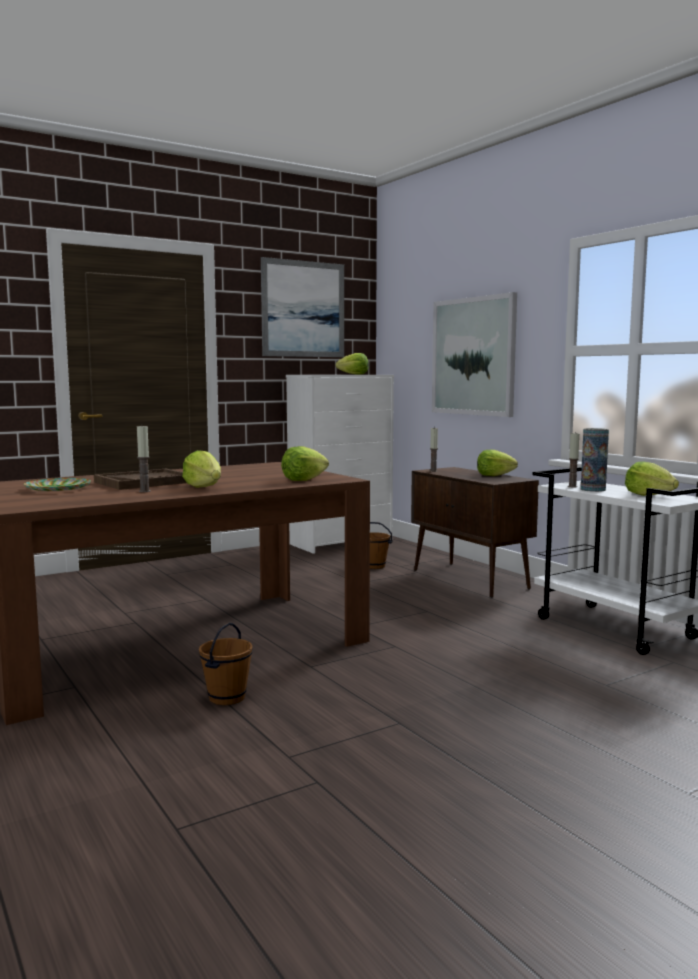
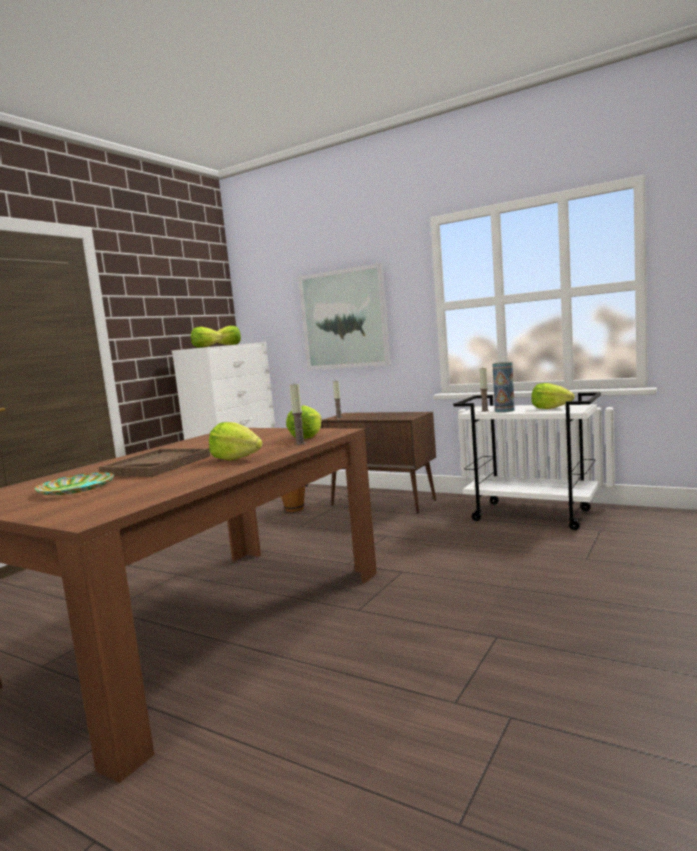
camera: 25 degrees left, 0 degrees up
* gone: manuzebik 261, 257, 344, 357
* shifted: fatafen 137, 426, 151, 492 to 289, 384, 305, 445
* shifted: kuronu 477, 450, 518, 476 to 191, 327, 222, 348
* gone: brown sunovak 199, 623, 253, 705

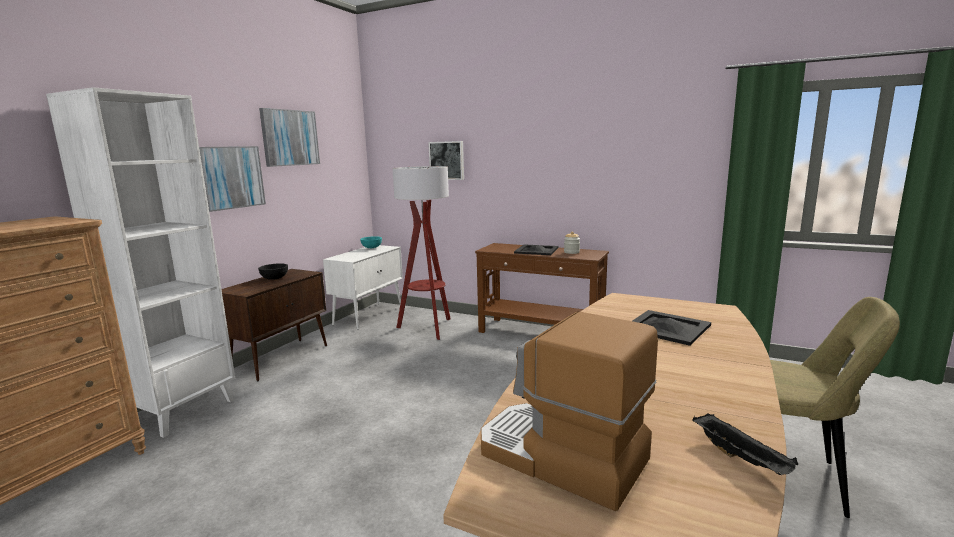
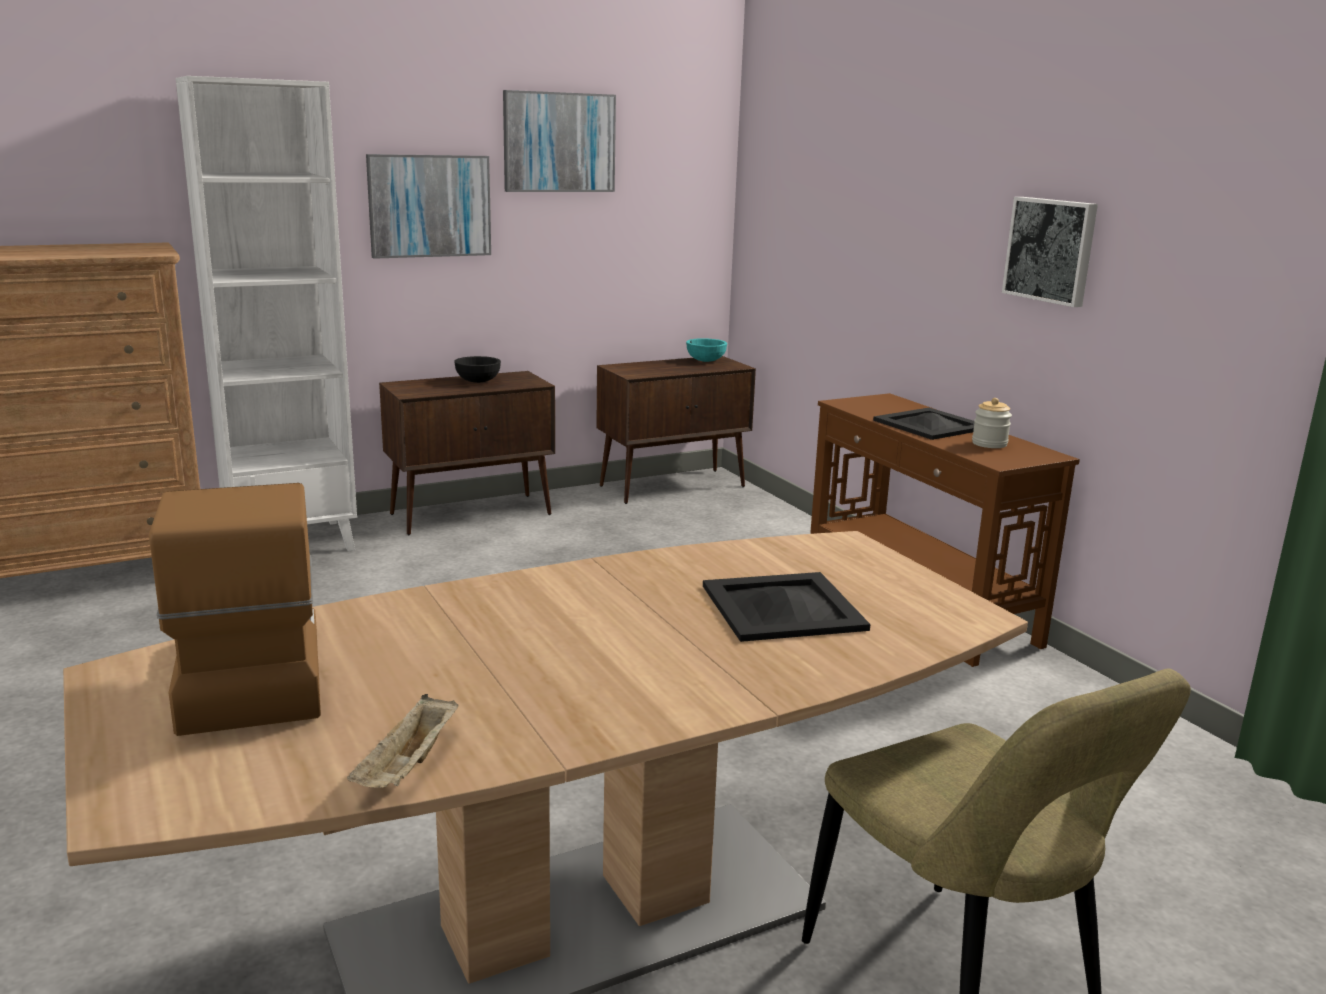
camera: 35 degrees right, 5 degrees up
* shifted: manuzebik 428, 141, 464, 180 to 1002, 197, 1098, 307
* gone: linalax 392, 166, 451, 340
* repainted: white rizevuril 323, 245, 403, 330 to brown rizevuril 596, 356, 756, 504
* repainted: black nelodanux 692, 413, 798, 475 to beige nelodanux 347, 694, 458, 788

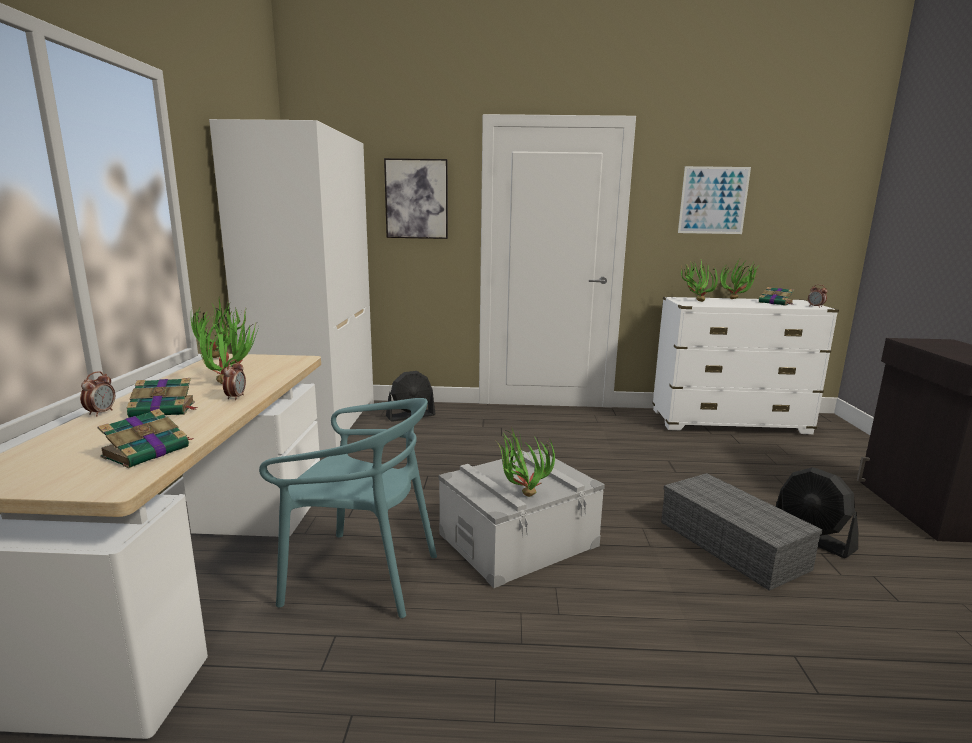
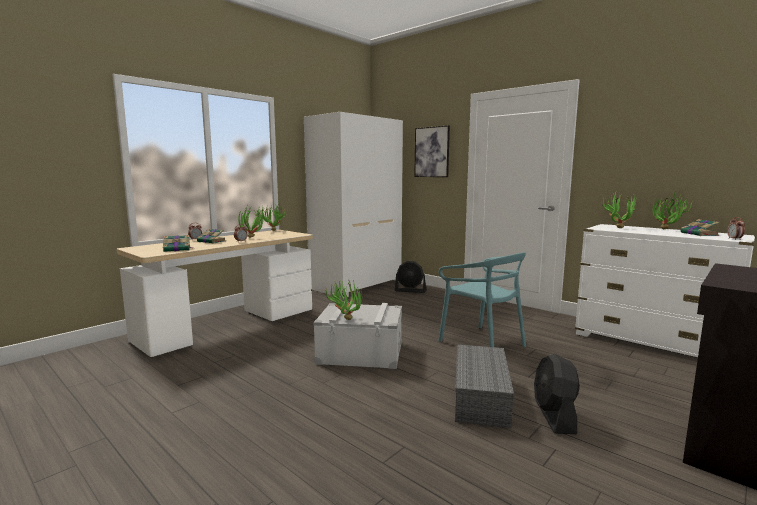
camera: 40 degrees right, 5 degrees down
* gone: manuzebik 678, 166, 751, 234
* shifted: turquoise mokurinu 259, 398, 437, 618 to 438, 252, 526, 347

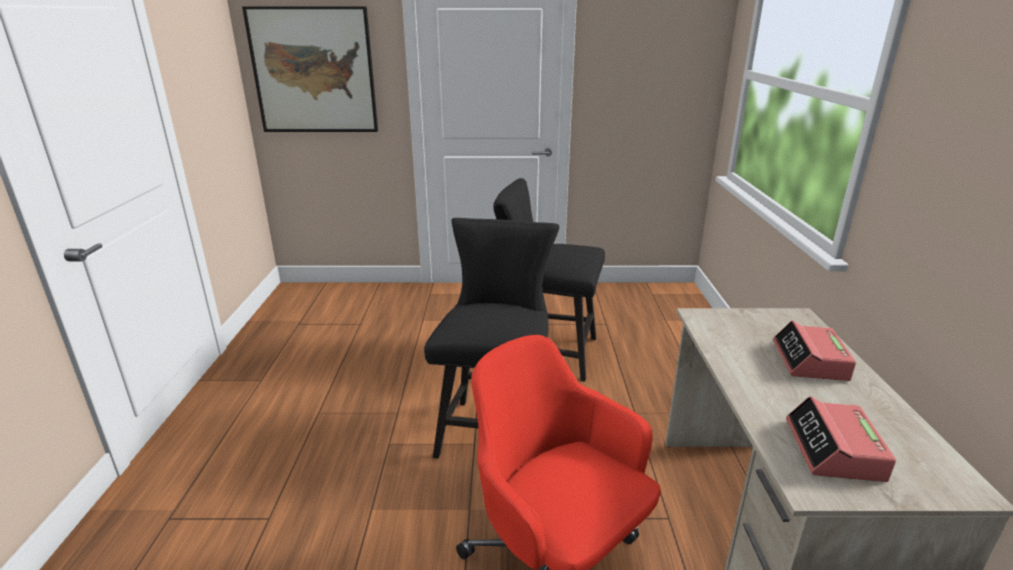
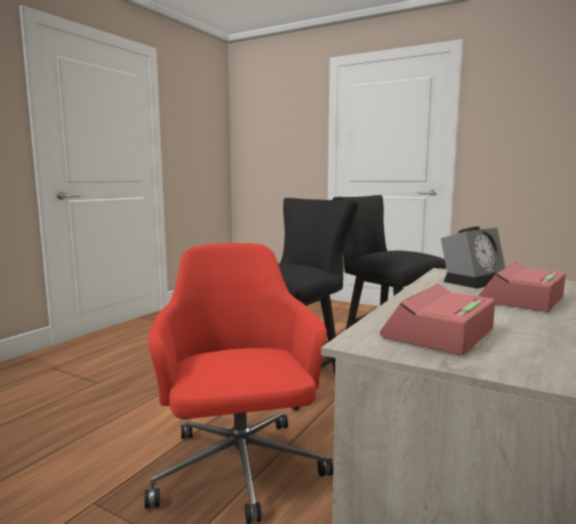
camera: 30 degrees right, 15 degrees down
* gone: manuzebik 242, 6, 378, 132
* new: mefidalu 441, 226, 505, 289

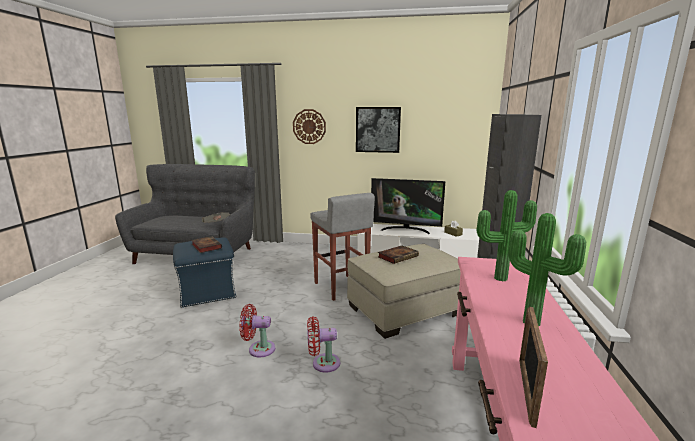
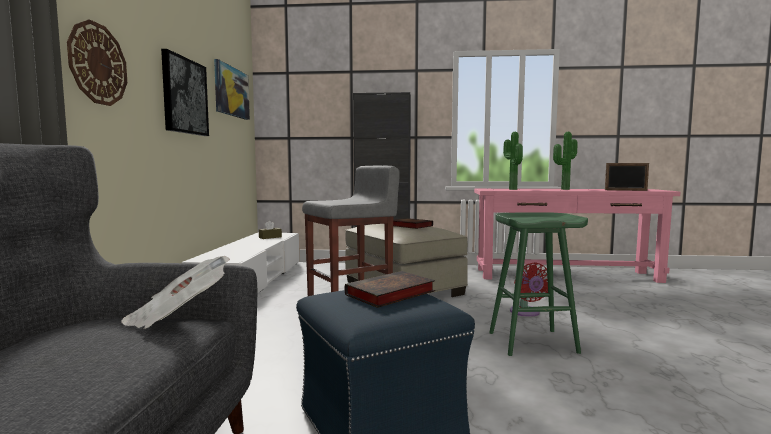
camera: 95 degrees left, 10 degrees down
* gone: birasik 371, 178, 445, 234
* swapped: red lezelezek 239, 304, 276, 358 to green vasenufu 489, 212, 588, 356
* new: manuzebik 214, 59, 250, 120

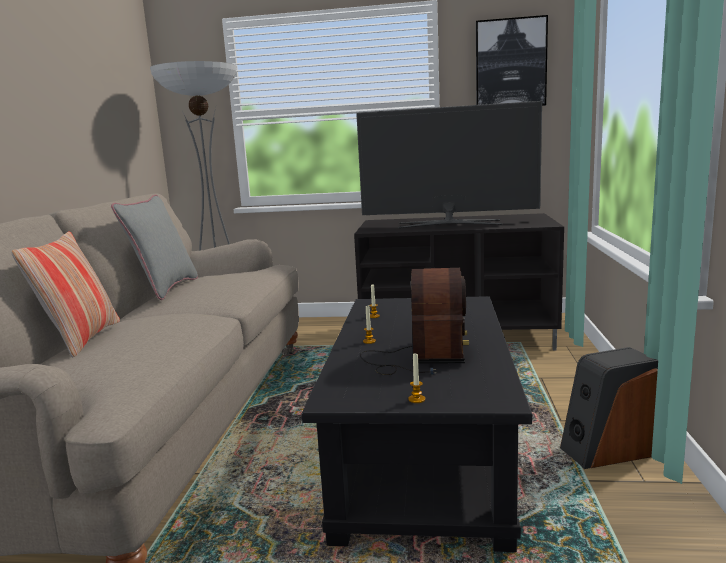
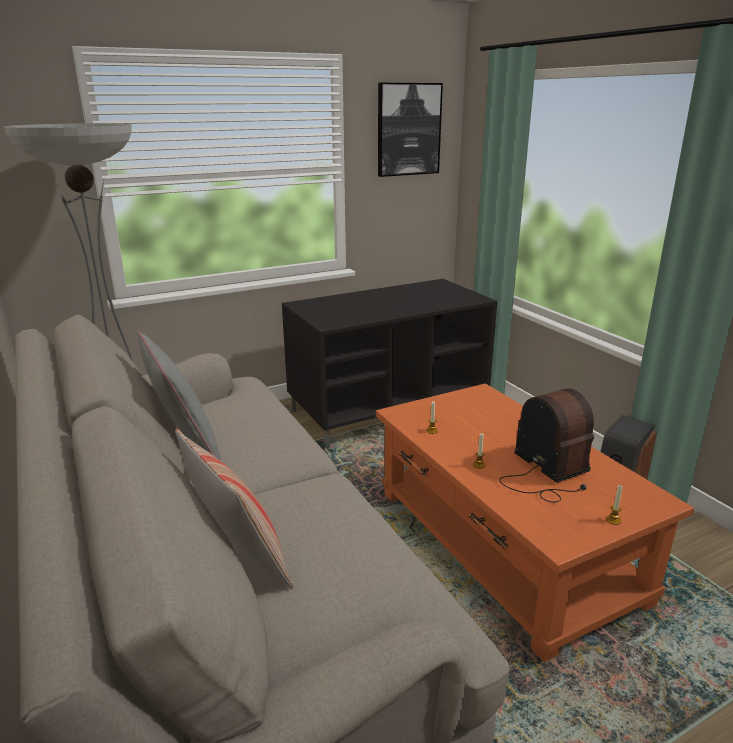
camera: 35 degrees left, 10 degrees up
* gone: birasik 356, 101, 542, 228
* repainted: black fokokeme 302, 296, 532, 552 to orange fokokeme 376, 384, 694, 662

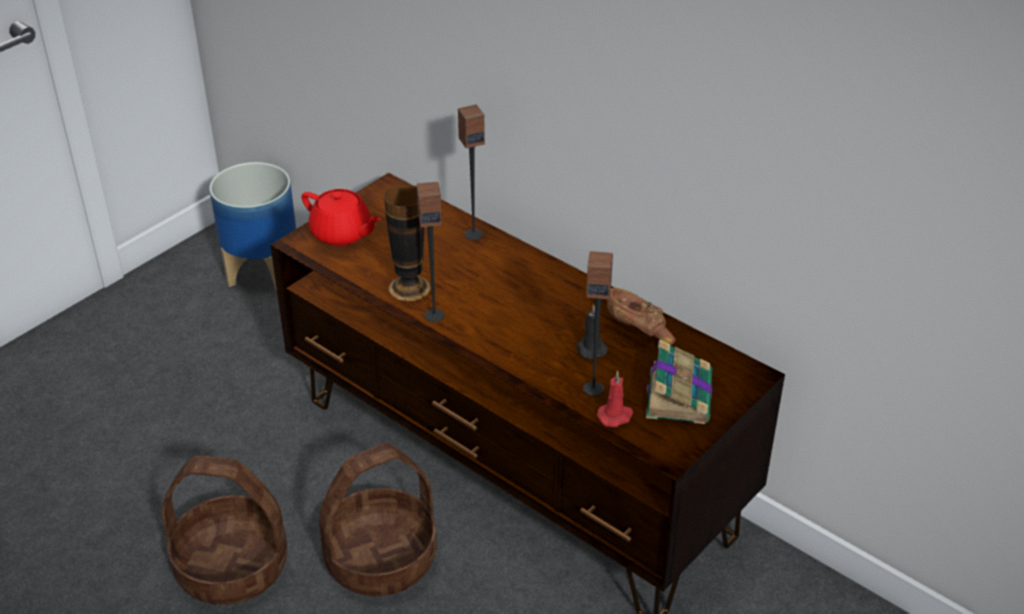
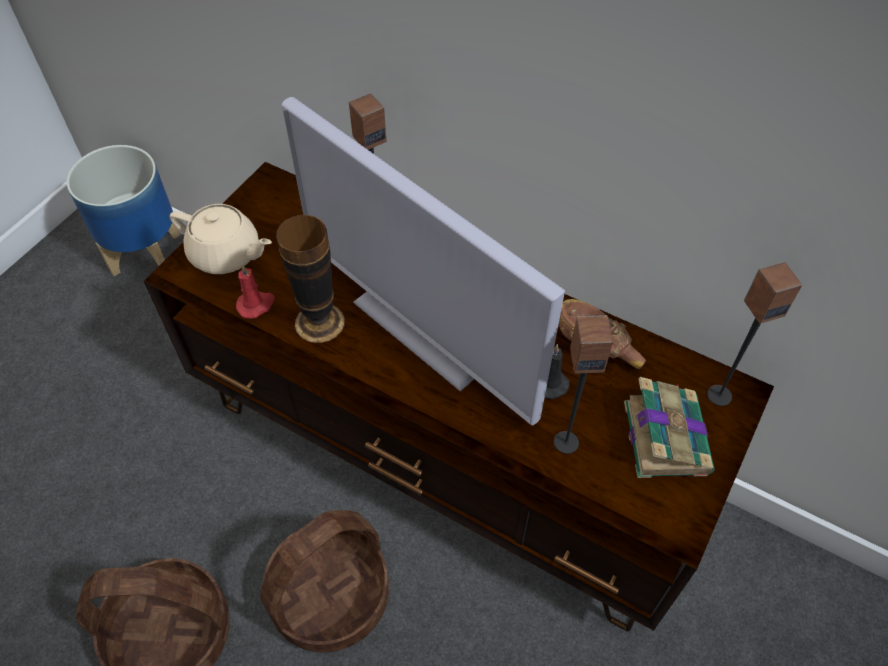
camera: 10 degrees left, 15 degrees up
* shifted: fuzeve 416, 182, 444, 322 to 707, 262, 802, 406
* repainted: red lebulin 302, 189, 381, 246 to beige lebulin 170, 204, 272, 274
* shifted: red fatafen 597, 371, 633, 427 to 236, 264, 275, 319
* new: birasik 282, 97, 565, 425

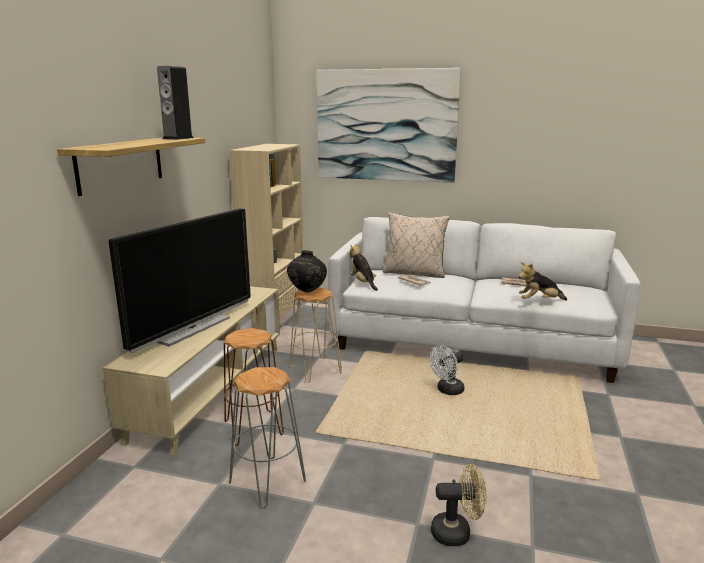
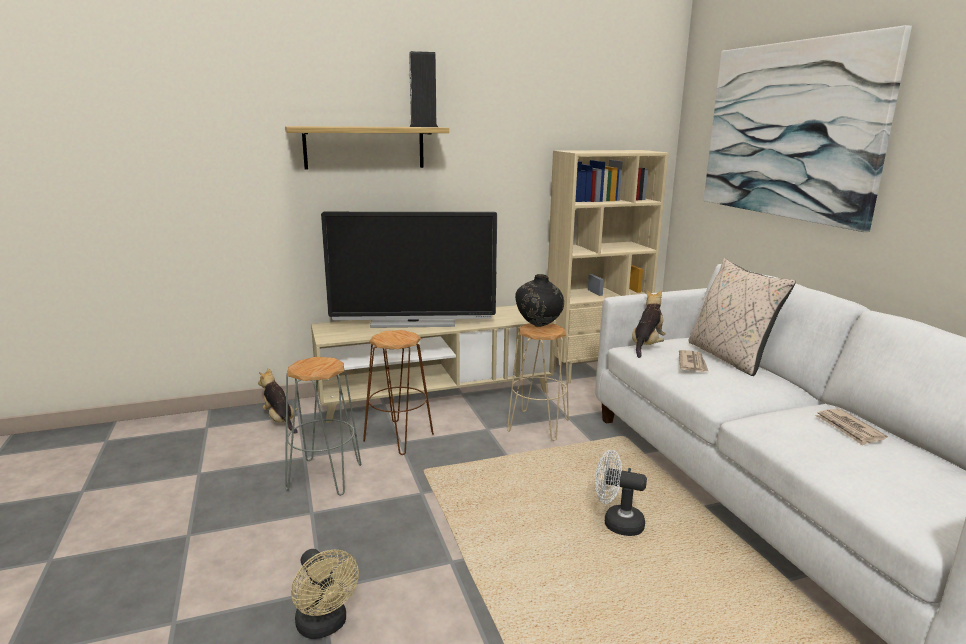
camera: 55 degrees right, 0 degrees up
* shifted: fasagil 518, 262, 567, 300 to 258, 368, 298, 434

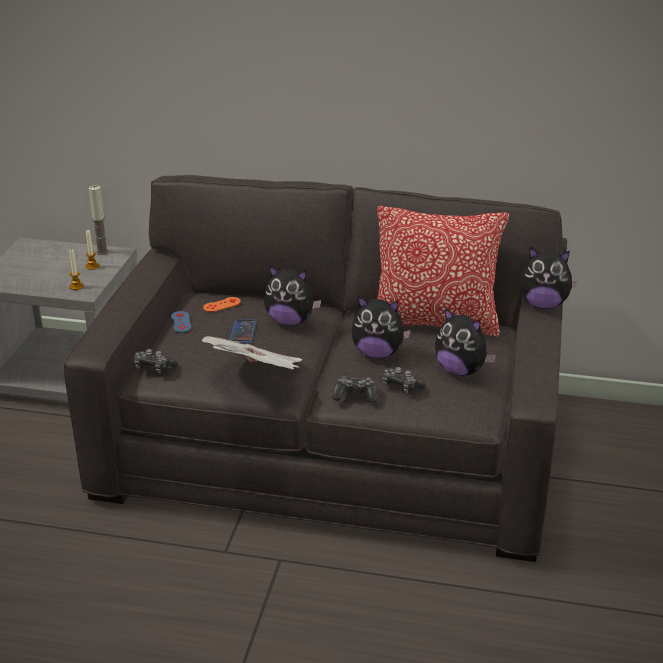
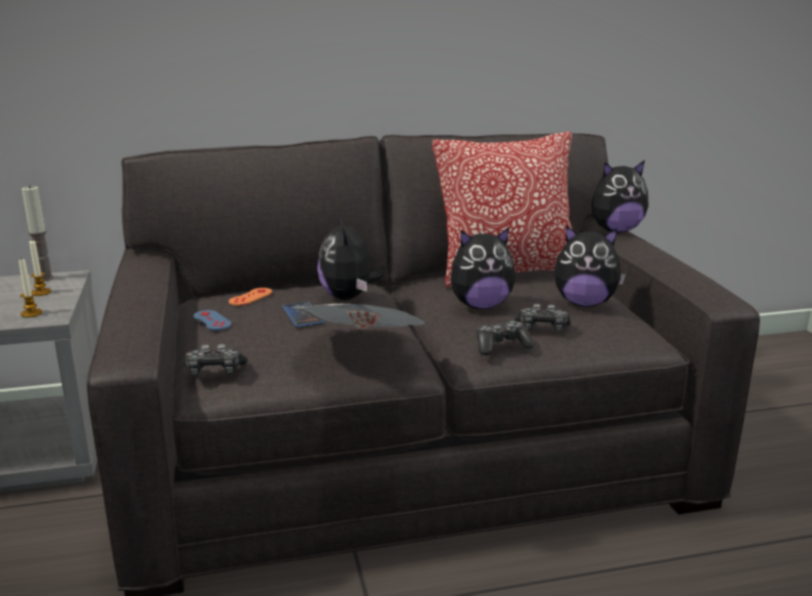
camera: 25 degrees left, 10 degrees down
* rotated: fasagil 264, 265, 321, 326 = 317, 215, 386, 300 90 degrees clockwise

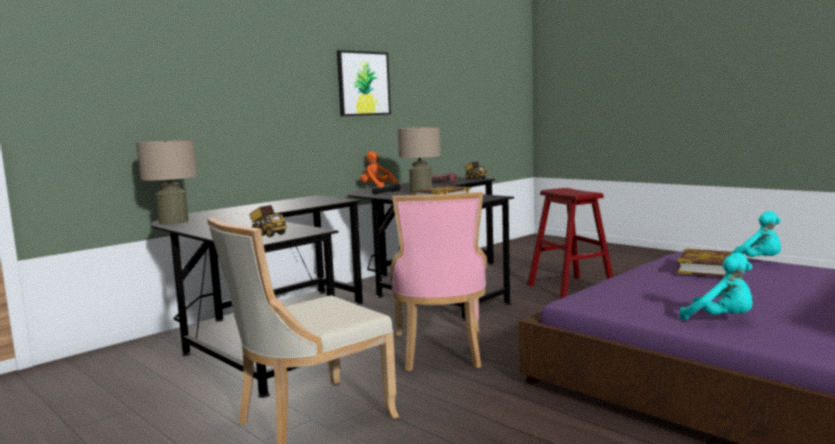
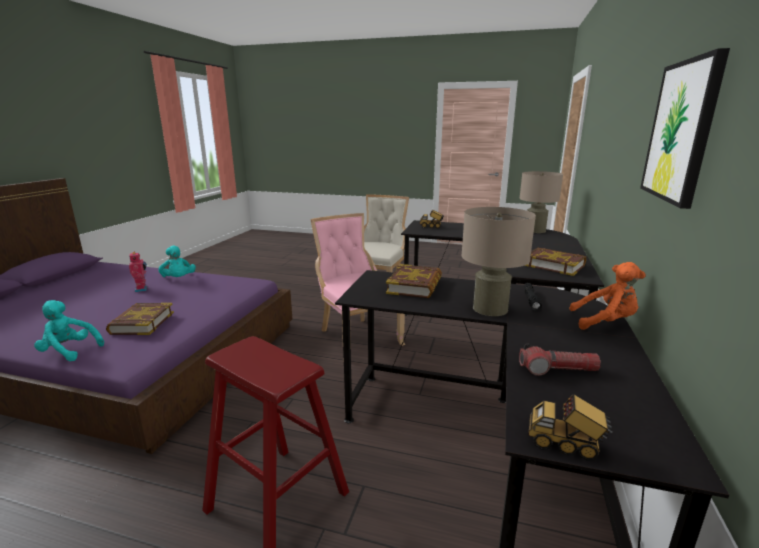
camera: 150 degrees right, 10 degrees up
* rotated: turquoise fasagil 680, 253, 753, 320 = 158, 246, 196, 277 135 degrees counterclockwise
* new: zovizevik 525, 248, 586, 276
* new: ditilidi 129, 251, 147, 292

